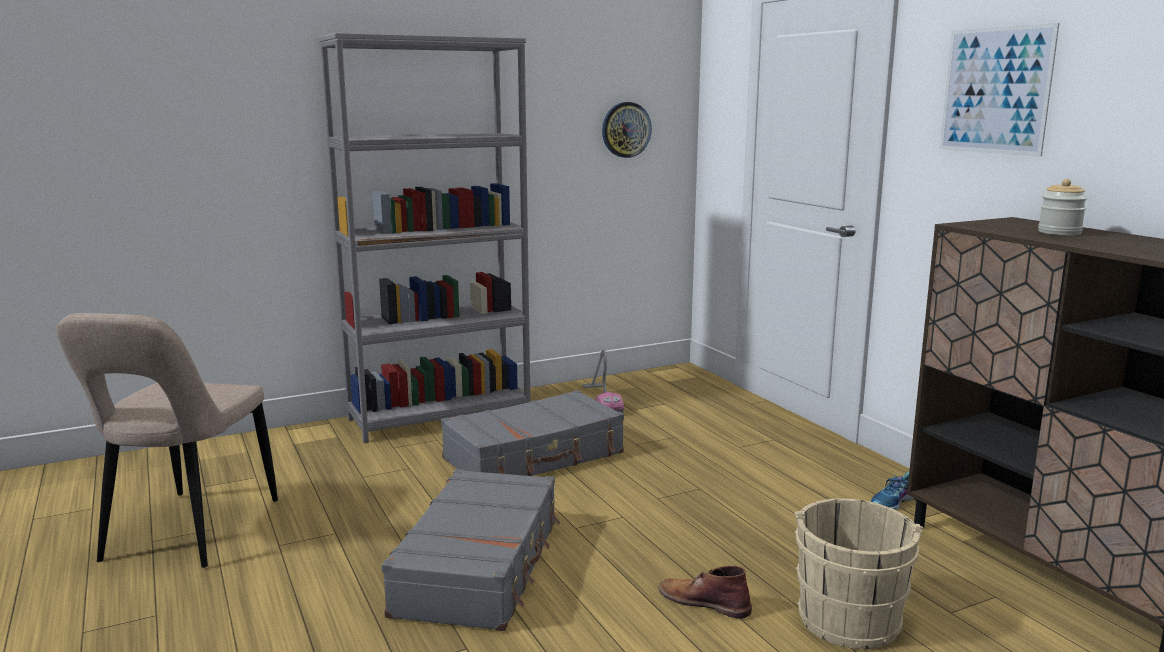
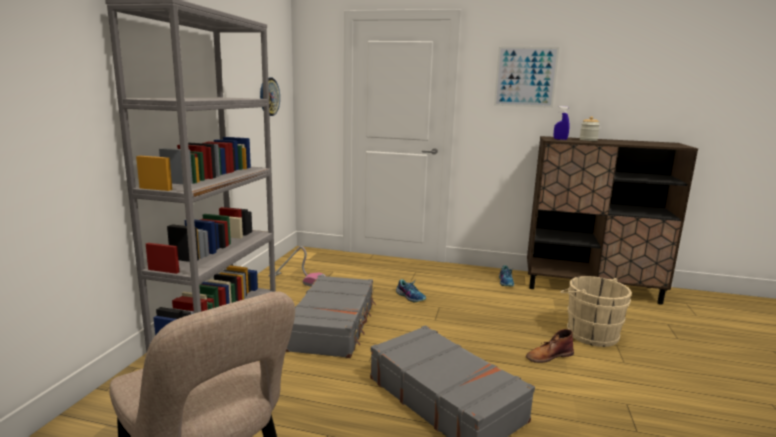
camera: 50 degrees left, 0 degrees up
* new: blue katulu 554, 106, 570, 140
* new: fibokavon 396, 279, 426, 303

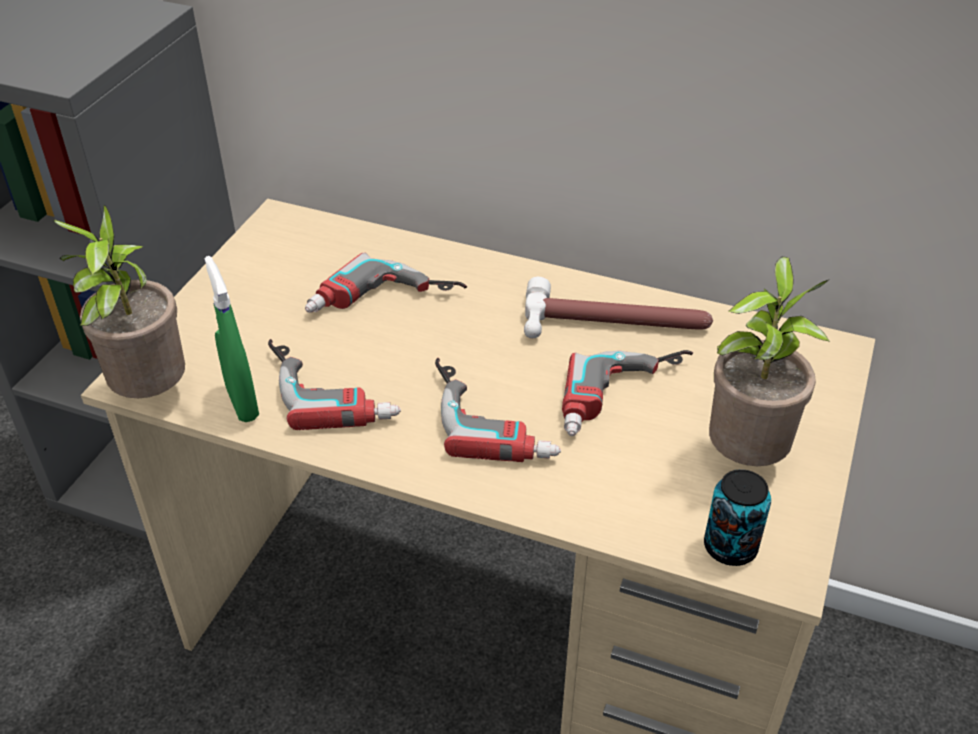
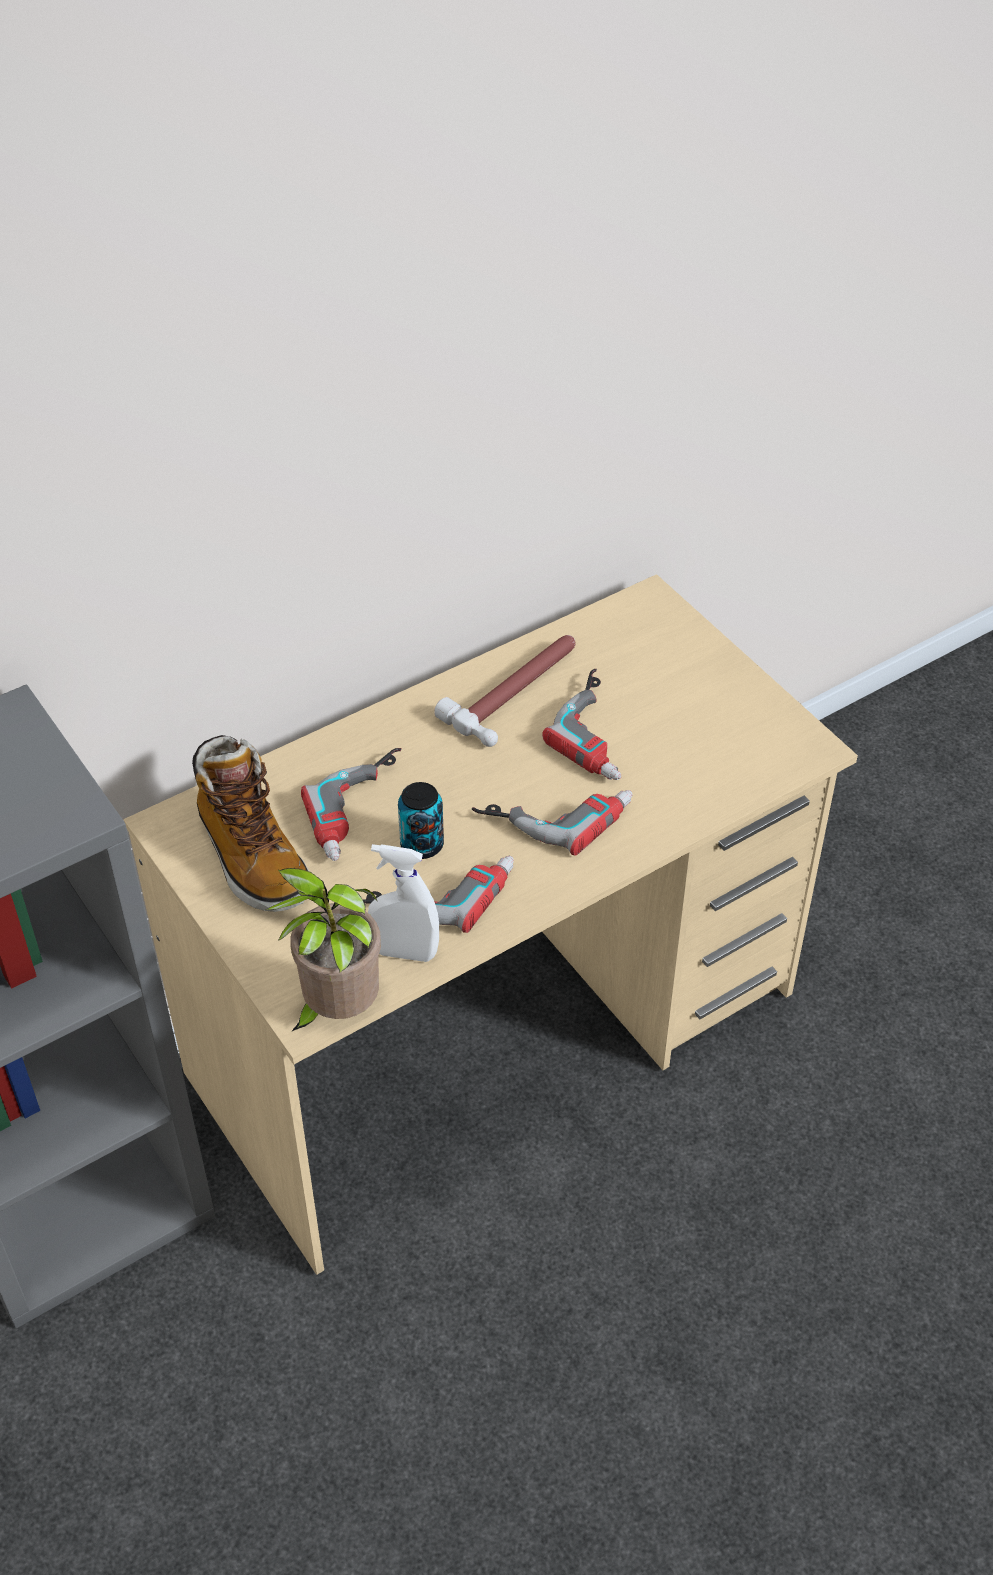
camera: 55 degrees left, 5 degrees up
* repainted: green katulu 205, 256, 259, 422 to white katulu 368, 844, 439, 962
* gone: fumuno 709, 257, 830, 466
* shifted: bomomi 704, 469, 771, 566 to 398, 782, 444, 859
* new: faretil 192, 735, 309, 912

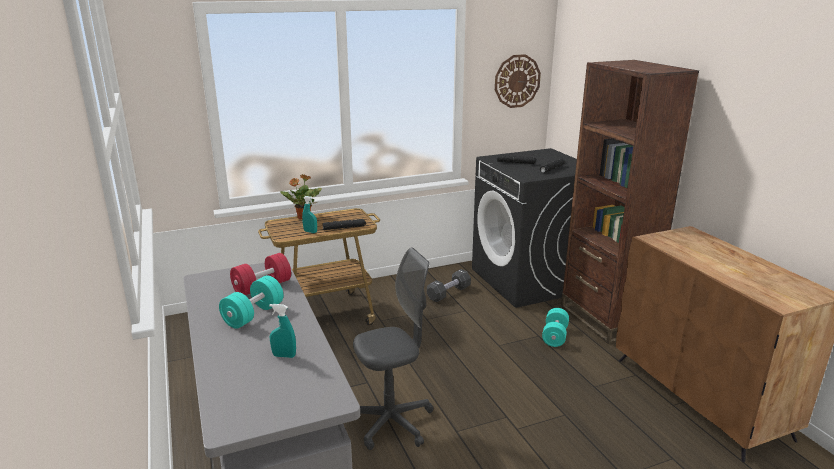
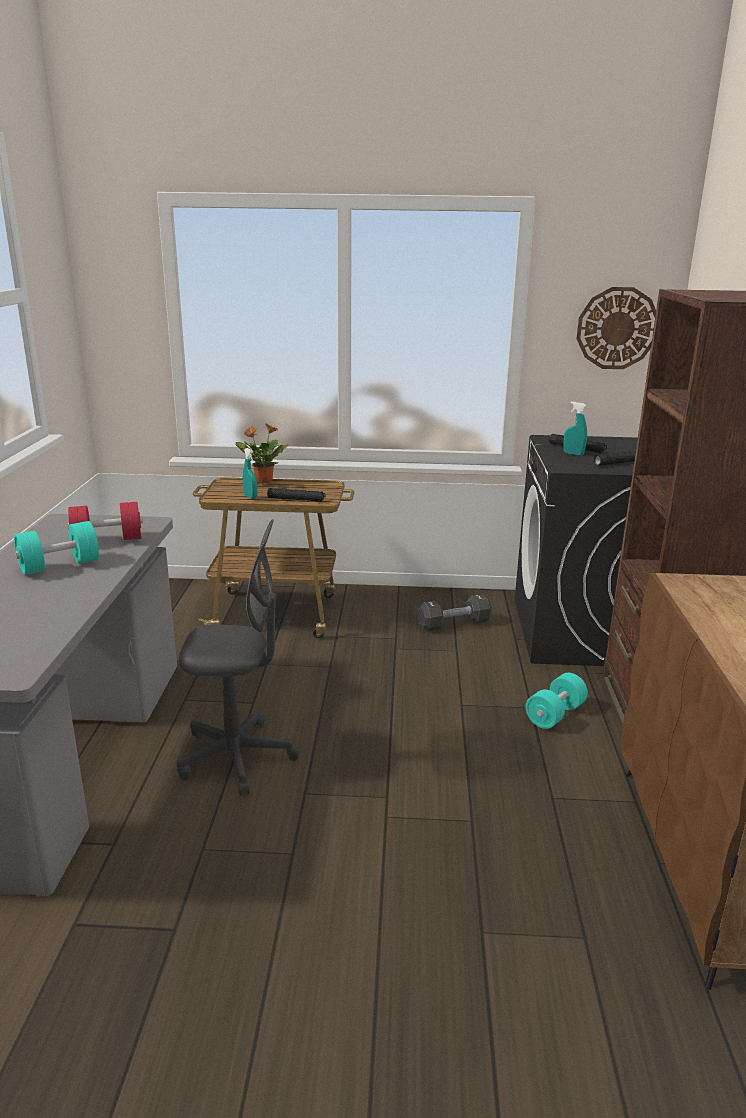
camera: 25 degrees right, 0 degrees up
* shifted: turquoise katulu 269, 304, 296, 358 to 563, 402, 587, 456

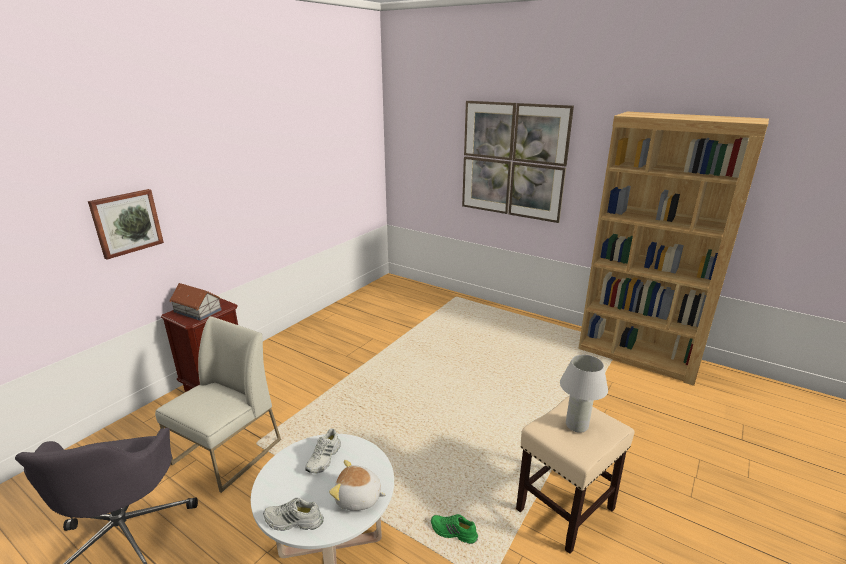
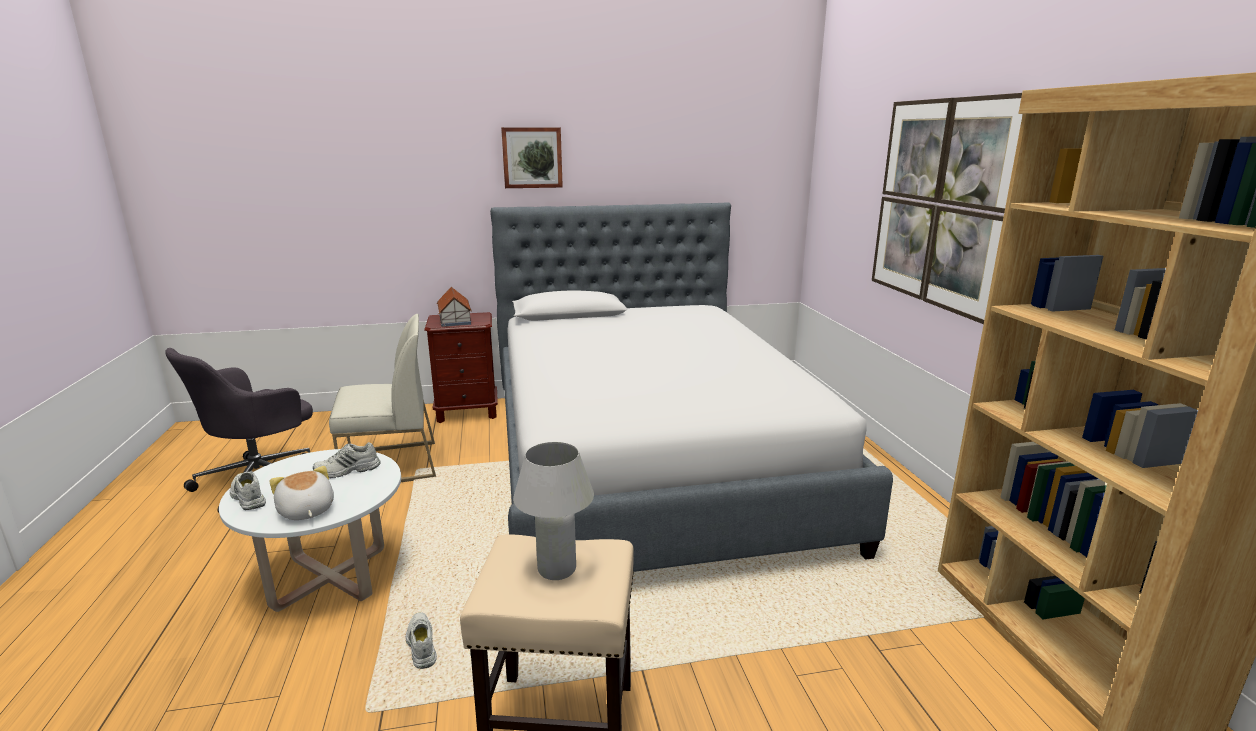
camera: 45 degrees right, 5 degrees down
* shifted: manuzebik 88, 189, 164, 260 to 501, 127, 563, 188
* repainted: green fibokavon 431, 514, 478, 544 to white fibokavon 405, 612, 437, 669
* new: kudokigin 490, 203, 893, 572

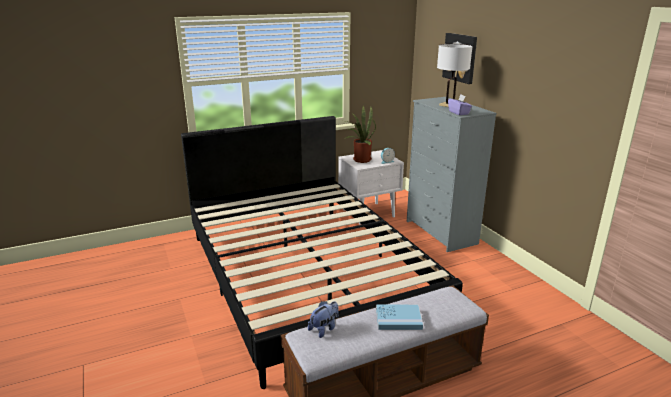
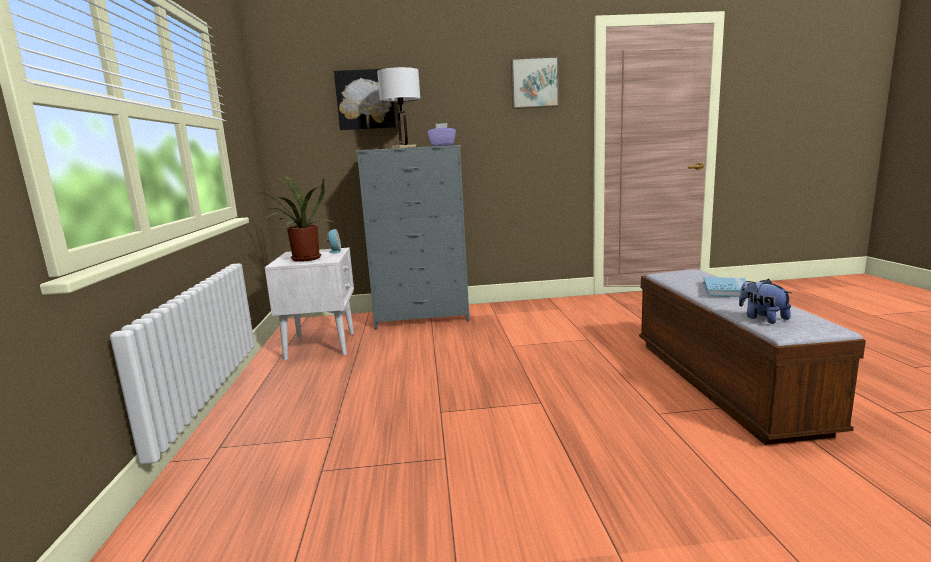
camera: 70 degrees left, 10 degrees down
* gone: black kudokigin 181, 116, 463, 389
* new: manuzebik 511, 56, 559, 109

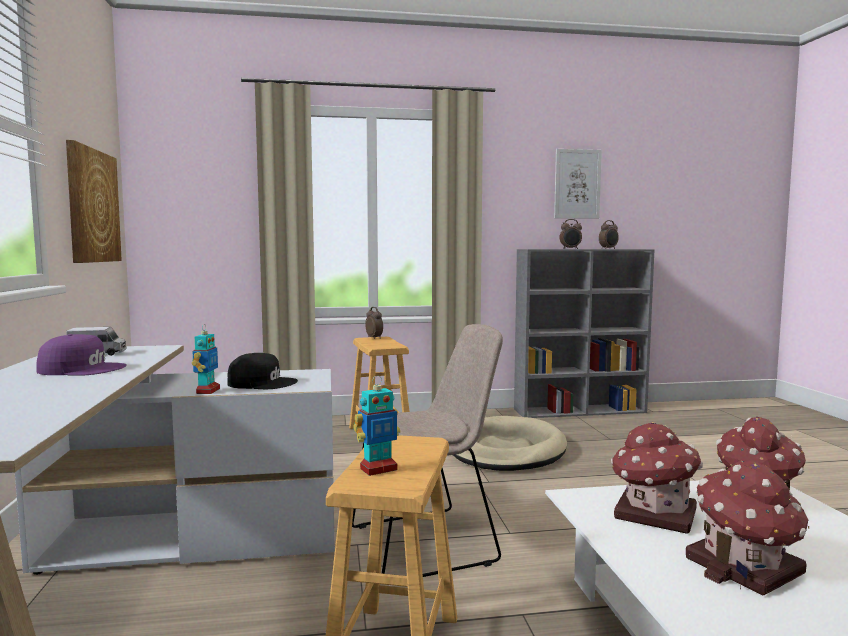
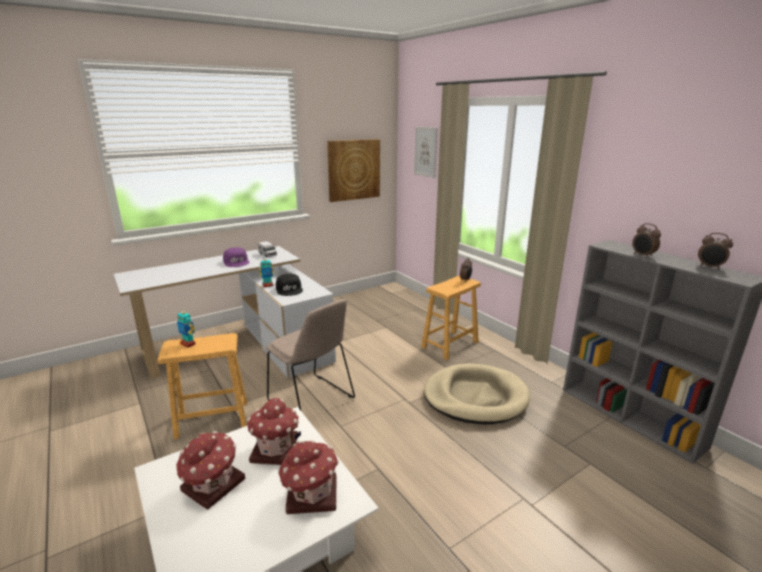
camera: 65 degrees right, 15 degrees up
* shifted: manuzebik 554, 149, 602, 219 to 414, 127, 437, 178

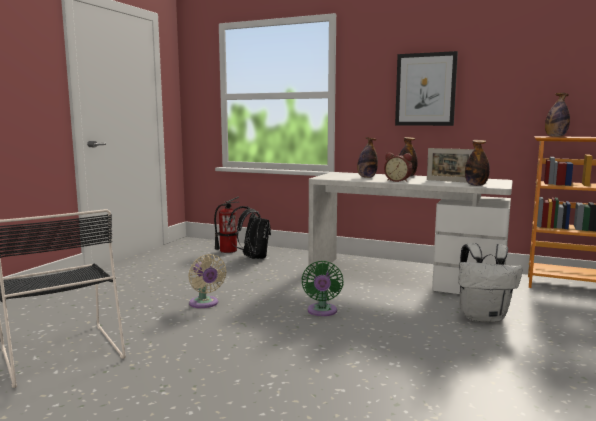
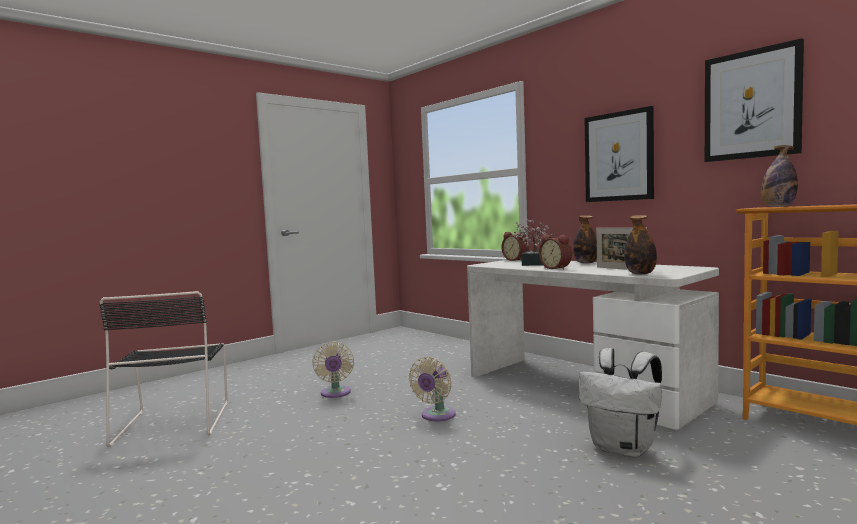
camera: 25 degrees right, 5 degrees down
* swapped: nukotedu 357, 137, 378, 178 to fumuno 514, 220, 553, 266
* gone: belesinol 214, 196, 240, 253
* gone: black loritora 228, 206, 271, 259
* repainted: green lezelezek 302, 261, 344, 316 to beige lezelezek 408, 357, 456, 421
* new: manuzebik 705, 38, 804, 162
* new: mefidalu 501, 232, 529, 261

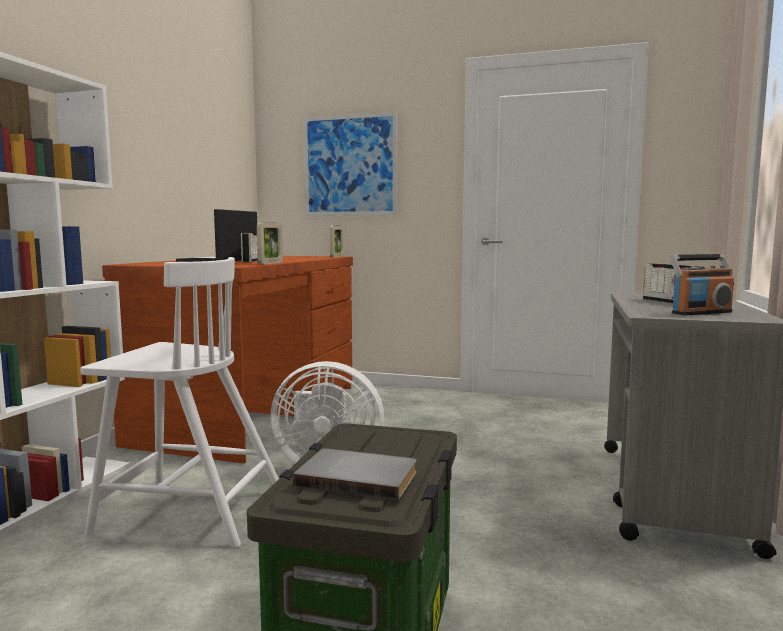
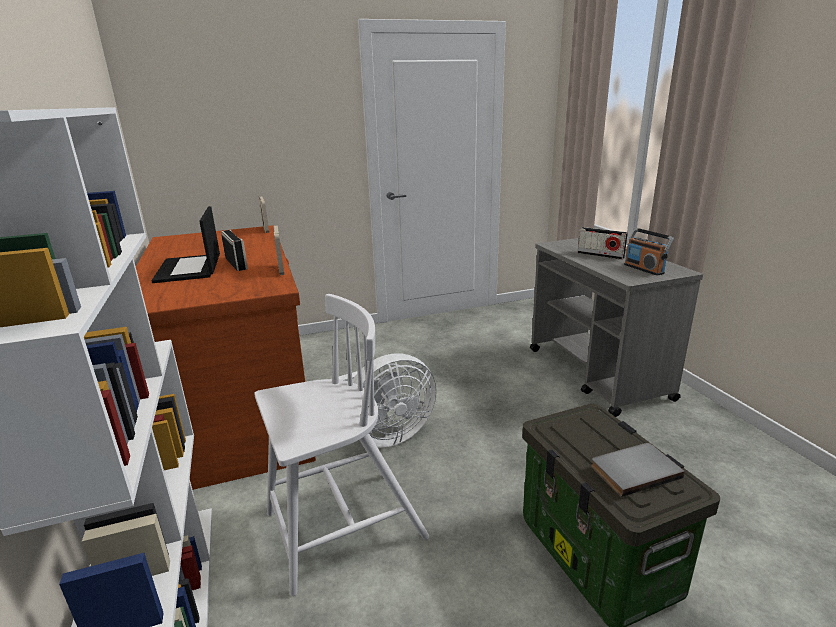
camera: 35 degrees left, 15 degrees up
* gone: manuzebik 304, 112, 397, 216
* rotated: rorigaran 670, 254, 734, 315 = 624, 228, 674, 276 120 degrees clockwise

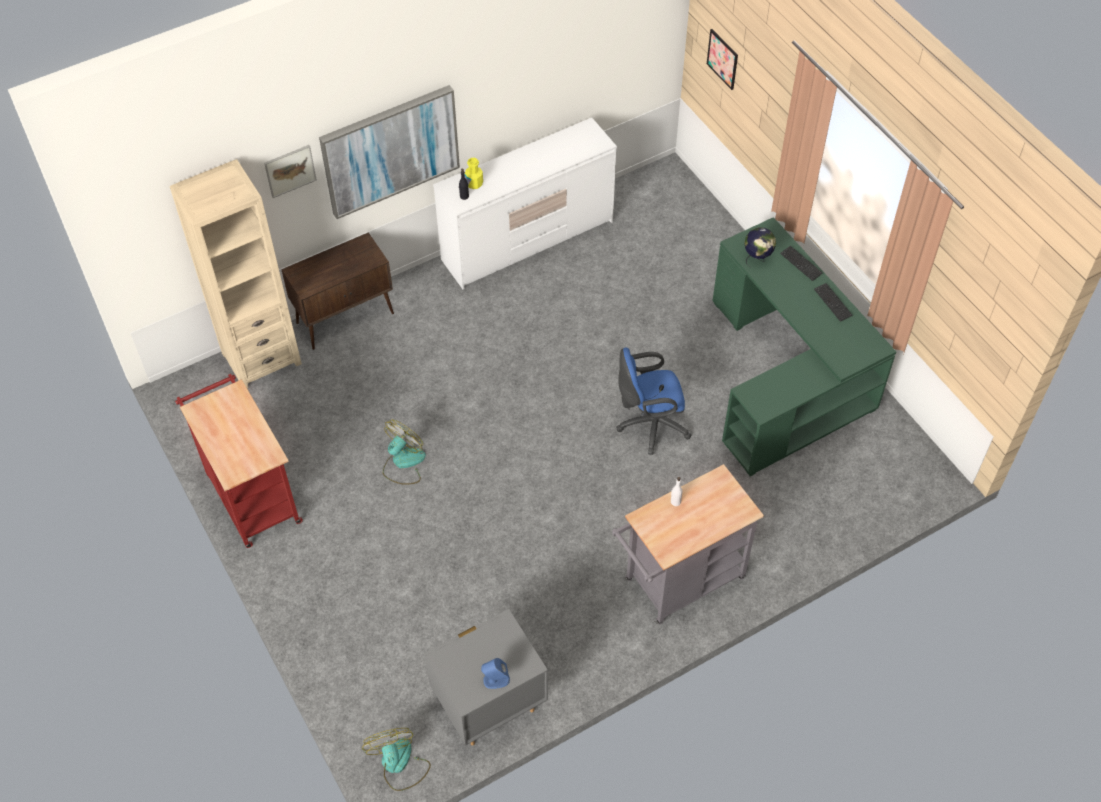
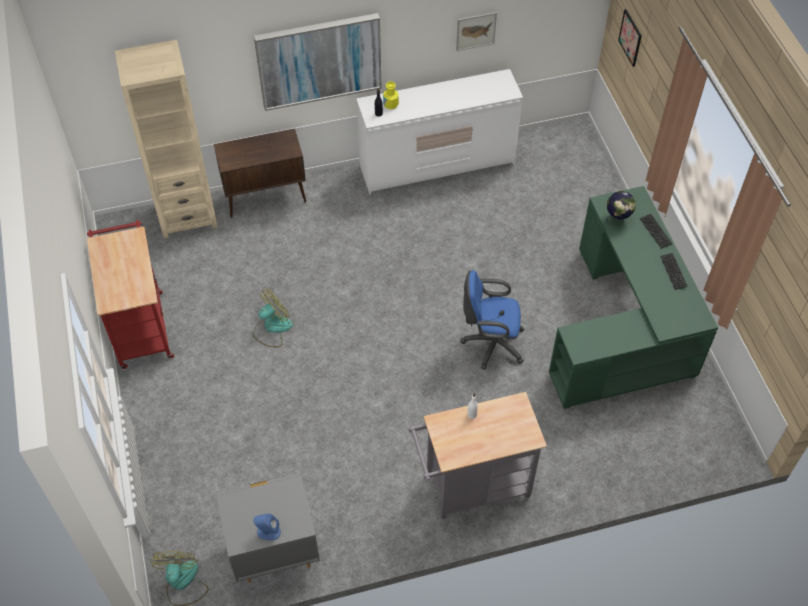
camera: 15 degrees right, 0 degrees up
* shifted: manuzebik 264, 145, 317, 198 to 456, 12, 497, 51

